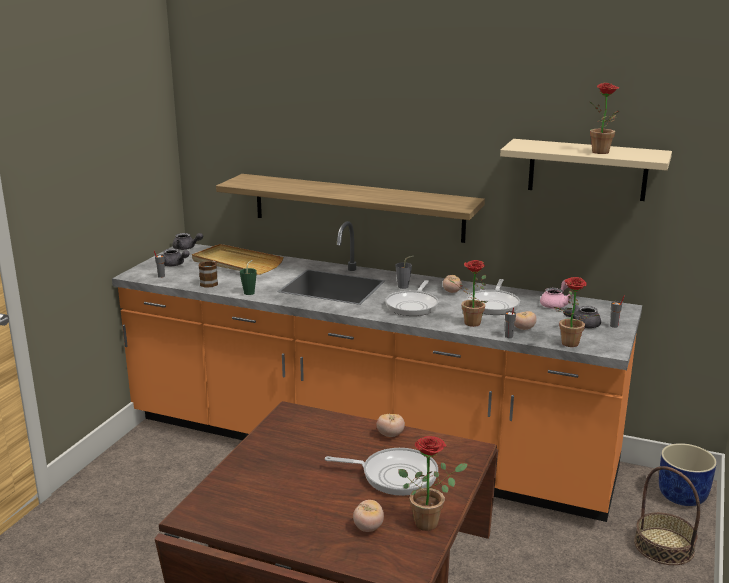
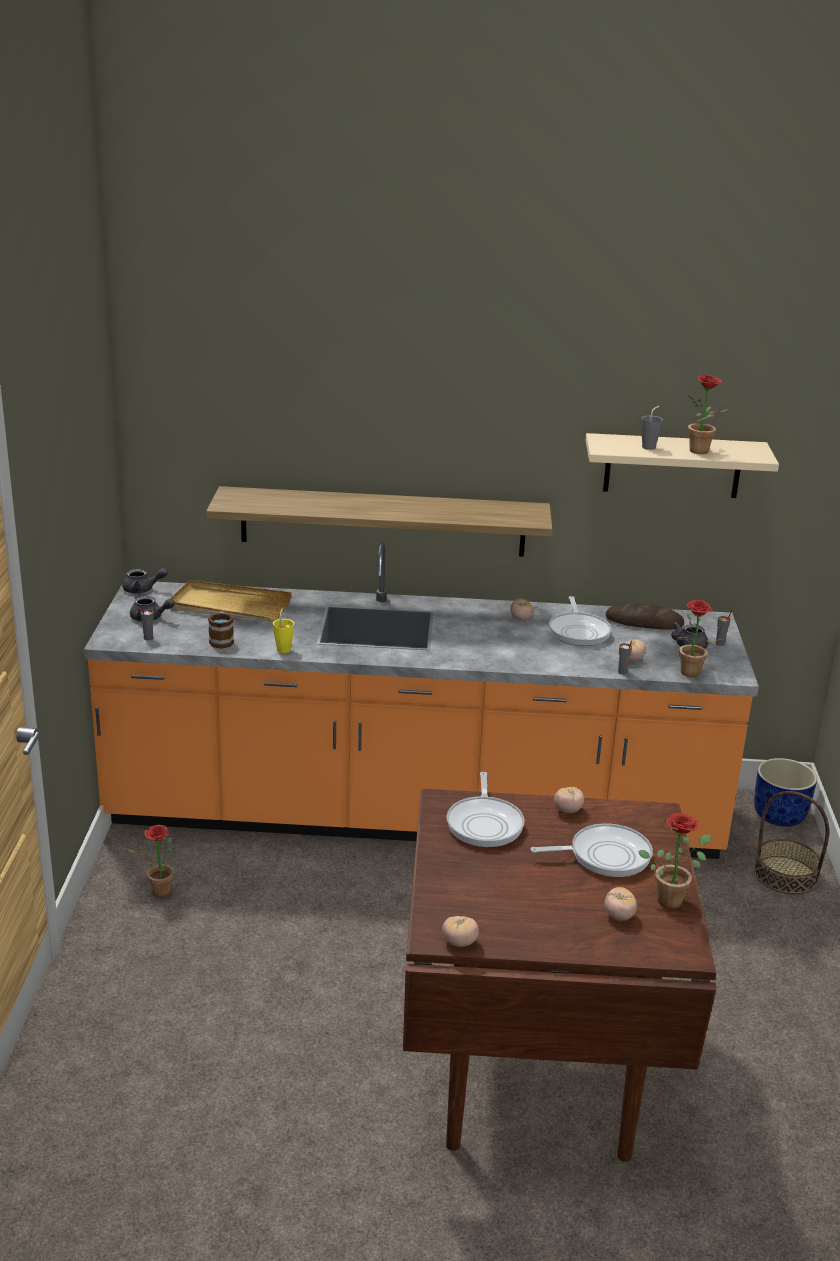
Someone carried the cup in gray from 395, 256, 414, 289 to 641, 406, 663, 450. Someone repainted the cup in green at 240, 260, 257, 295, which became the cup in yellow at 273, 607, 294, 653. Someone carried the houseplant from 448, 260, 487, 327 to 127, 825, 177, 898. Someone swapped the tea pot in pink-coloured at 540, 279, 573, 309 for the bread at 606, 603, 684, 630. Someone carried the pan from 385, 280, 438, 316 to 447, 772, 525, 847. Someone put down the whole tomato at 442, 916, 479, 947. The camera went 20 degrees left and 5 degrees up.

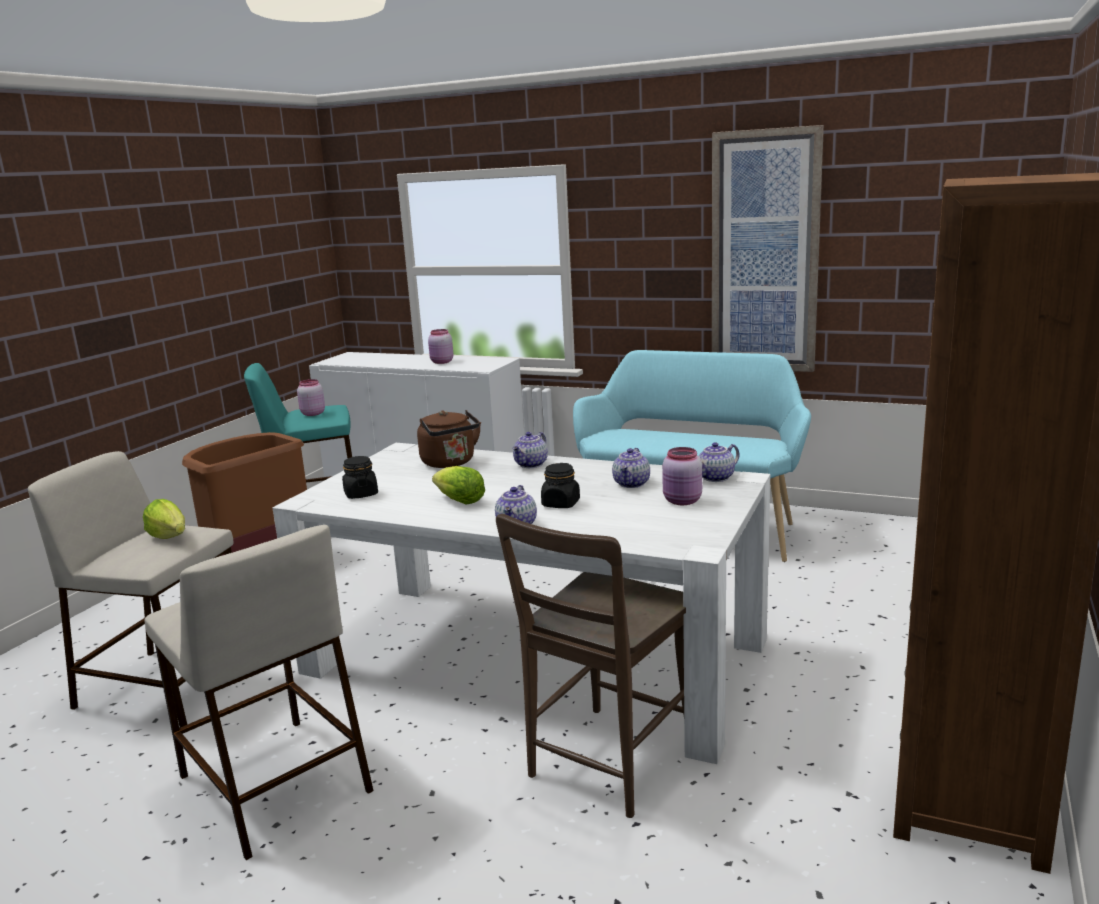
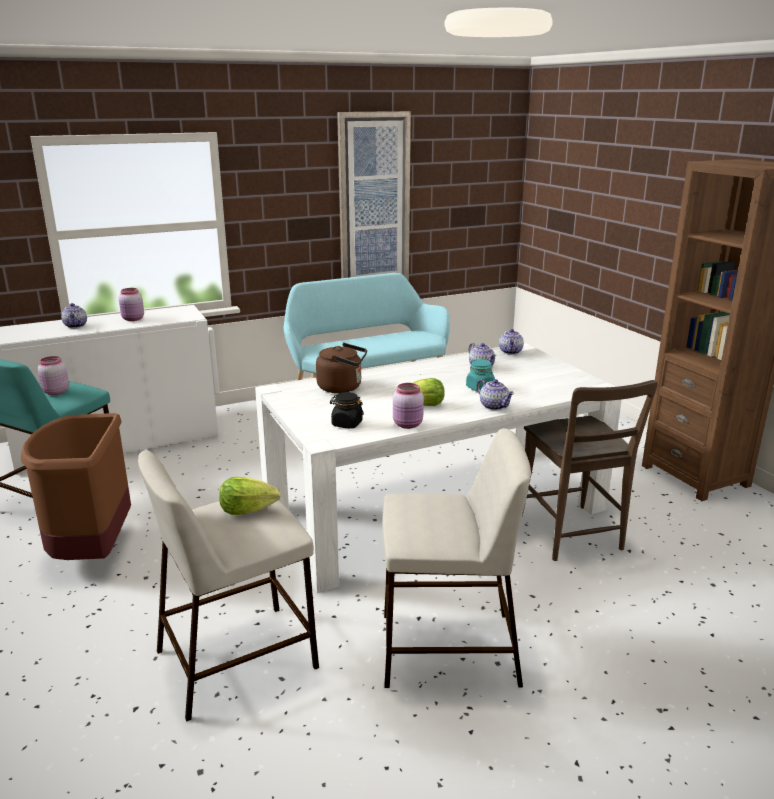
Someone carried the tea pot from 513, 432, 548, 468 to 61, 303, 87, 328. Someone carried the preserve jar in pink-coloured from 662, 447, 702, 505 to 393, 383, 424, 429. Someone repainted the preserve jar in black-coloured at 541, 463, 580, 508, which became the preserve jar in blue-green at 466, 360, 495, 392. The camera went 50 degrees left and 5 degrees up.

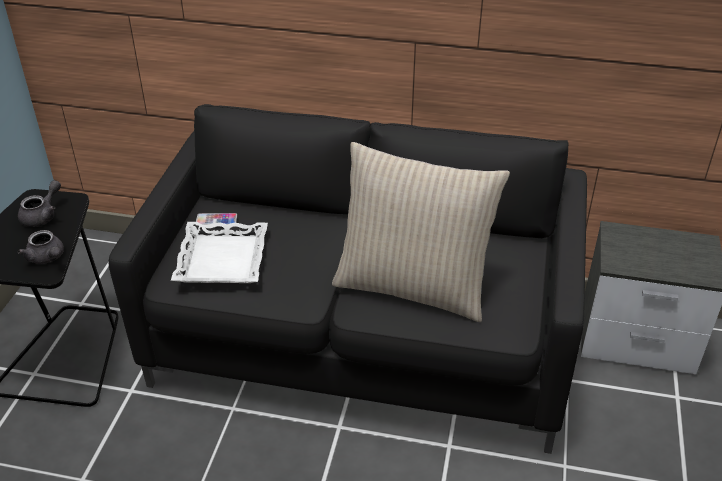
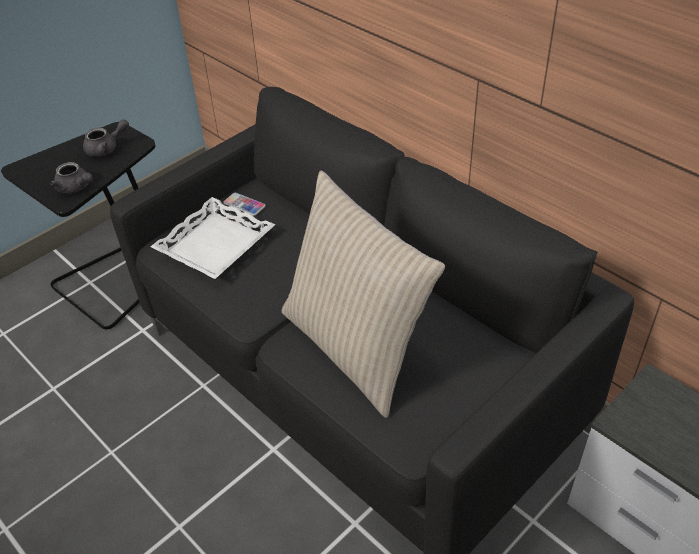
Someone rotated the tea pot in gray at 18, 230, 64, 264 by 45 degrees counterclockwise. The camera went 35 degrees right and 5 degrees up.

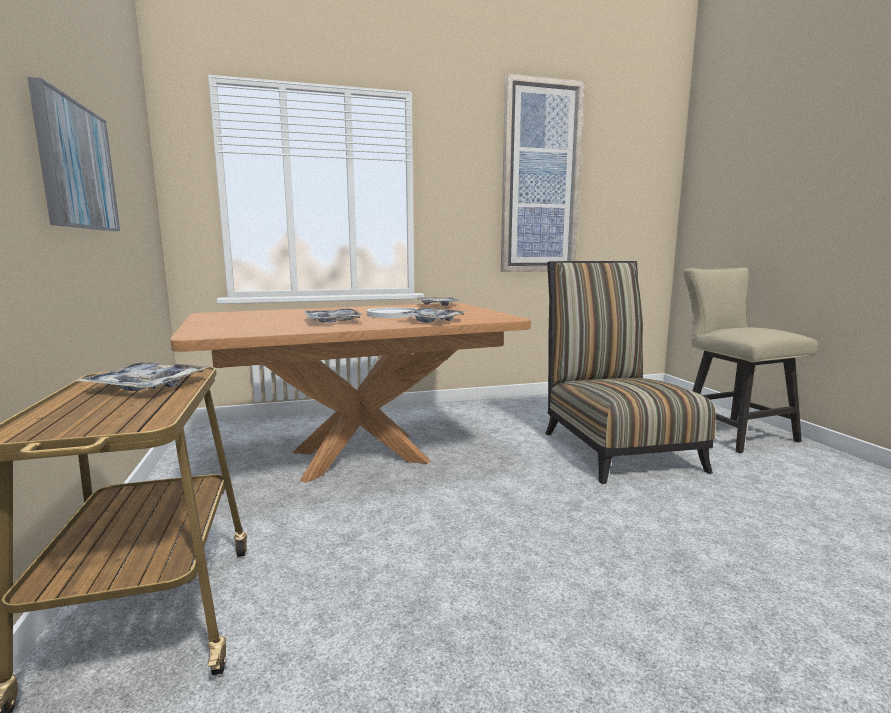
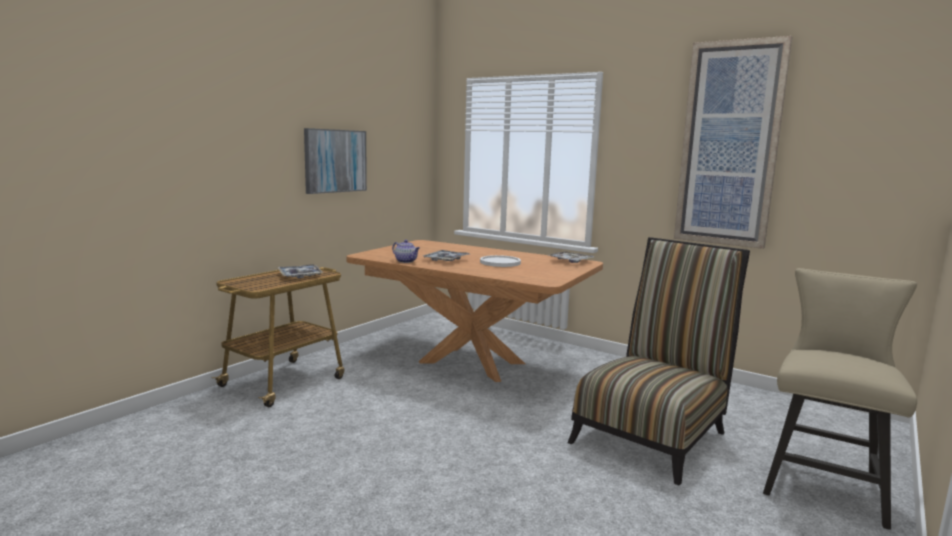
Someone took away the carrying tray at 397, 308, 465, 322. Someone put down the tea pot at 392, 240, 420, 263. The camera went 50 degrees right and 0 degrees up.

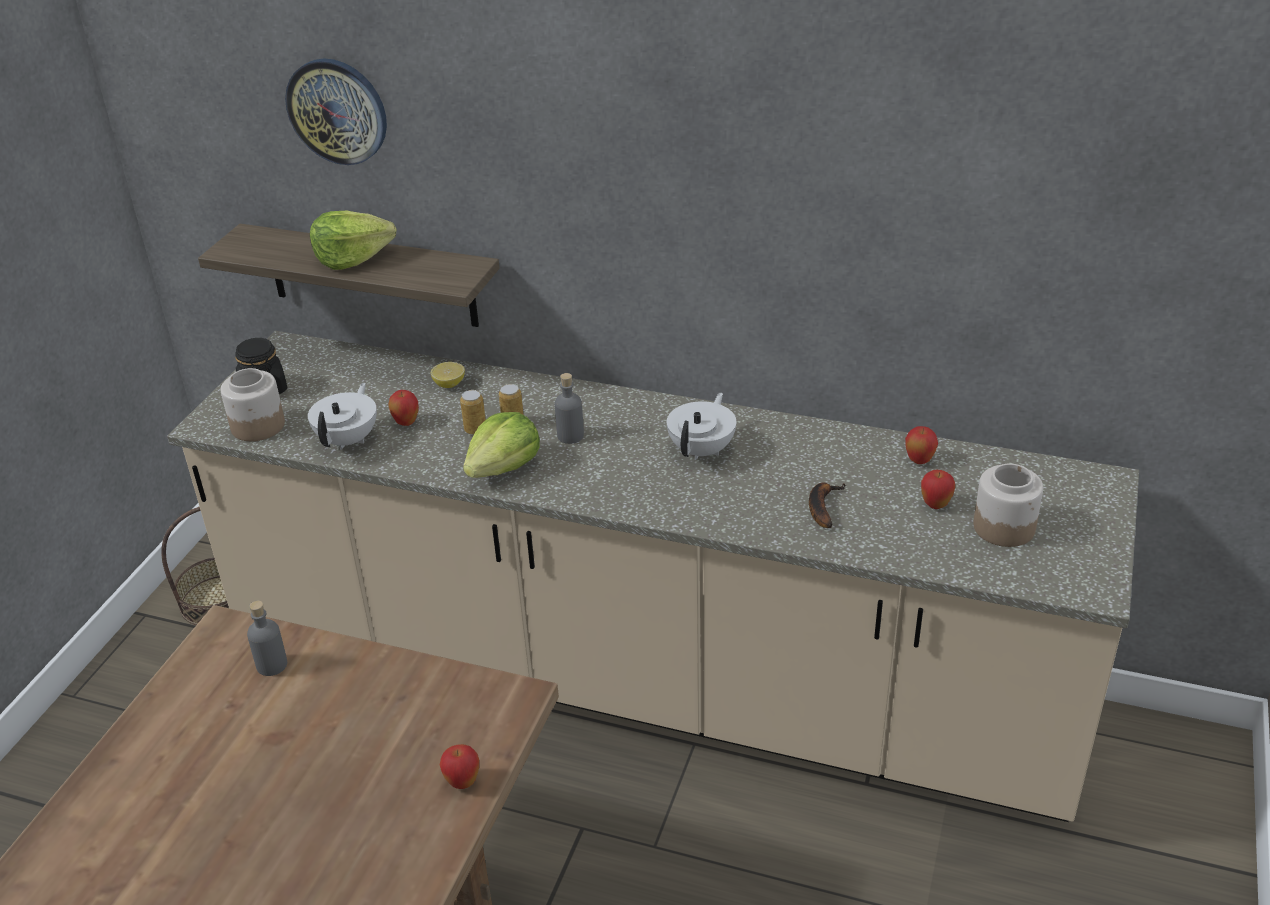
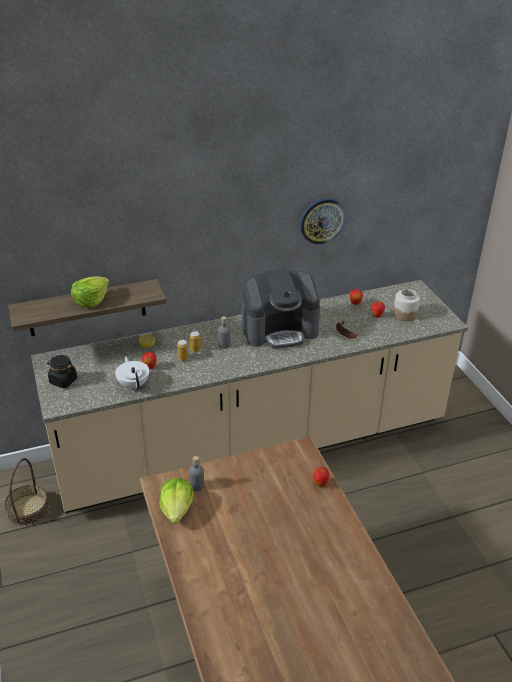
Someone carried the clock on the wall from 285, 58, 387, 165 to 300, 198, 346, 244. Someone took away the preserve jar at 221, 368, 285, 441. Someone swapped the tea pot in white at 667, 393, 736, 460 for the coffee maker at 242, 269, 320, 348. Someone carried the lettuce head from 463, 412, 540, 478 to 160, 478, 194, 524. The camera went 40 degrees left and 0 degrees up.

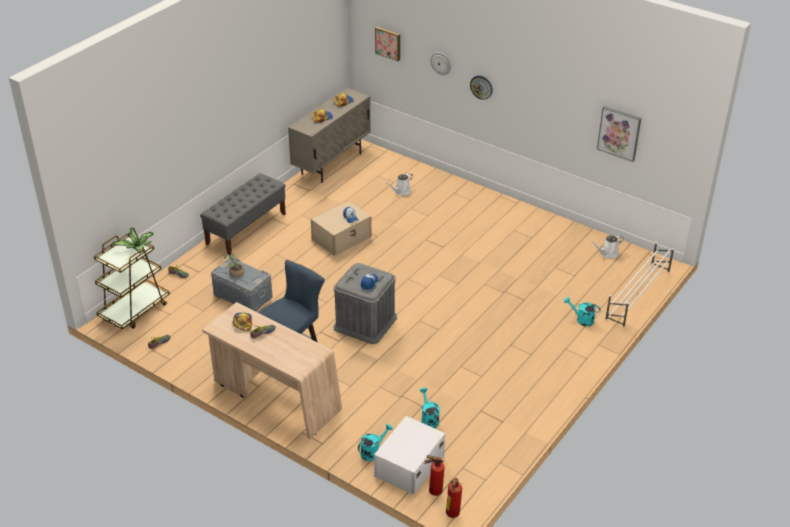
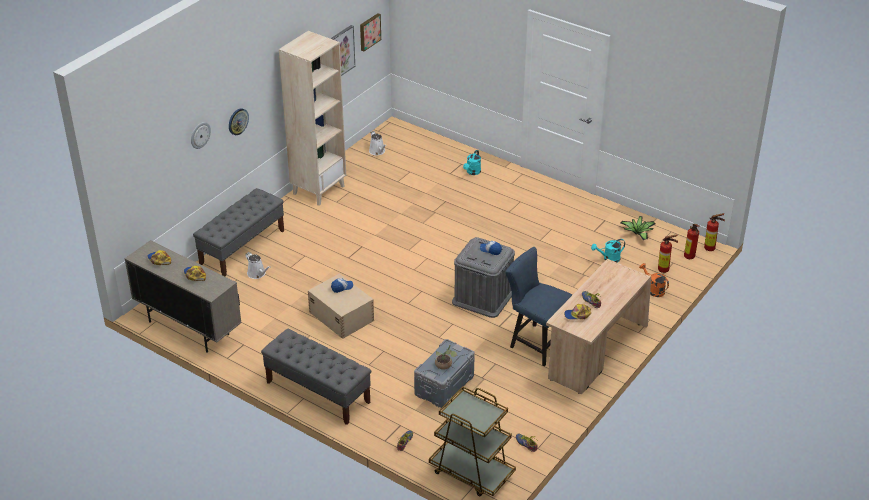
Someone carried the picture from 375, 27, 400, 61 to 360, 13, 381, 52. Someone carried the houseplant from 113, 228, 154, 254 to 620, 216, 656, 240. Someone took away the shoe stand in white at 605, 242, 674, 328. Someone swapped the storage container in white at 374, 416, 445, 495 for the fire-fighting cylinder at 658, 234, 678, 273. Someone repainted the sprinkling can in blue-green at 358, 424, 393, 461, which became the sprinkling can in orangey at 639, 263, 669, 297. Someone put down the shelving unit in beige at 279, 31, 346, 206. Someone put down the indoor bench in gray at 193, 188, 284, 276. The camera went 90 degrees left and 0 degrees up.

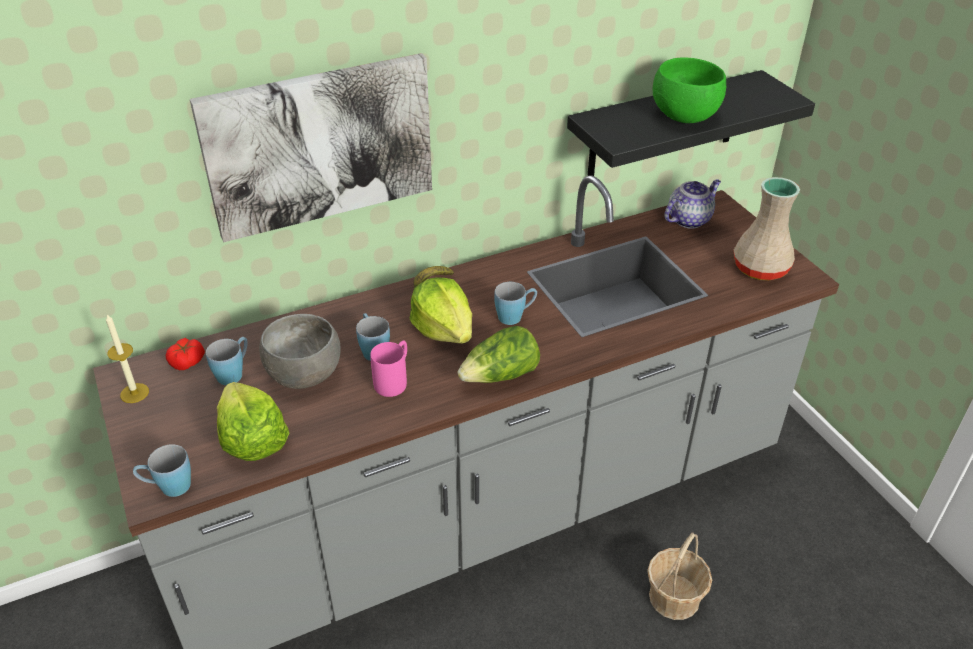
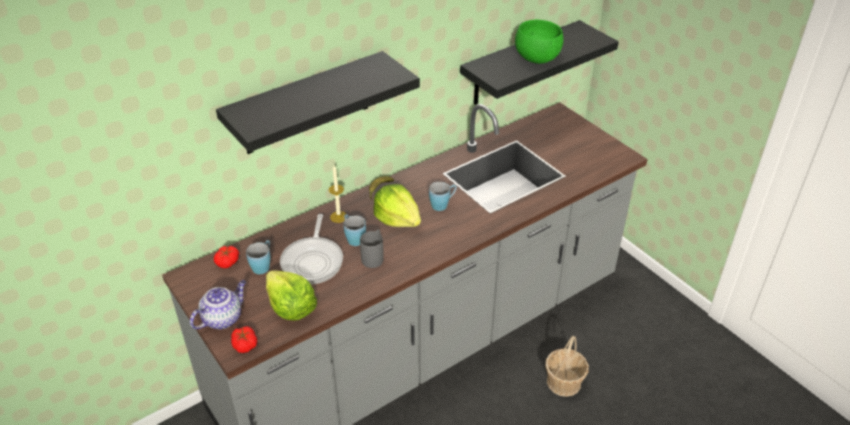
Someone swapped the picture at 190, 53, 432, 242 for the wall shelf in black-coloured at 216, 51, 420, 154. Someone took away the decorative vase in beige at 734, 177, 800, 281. Someone carried the tea pot from 664, 179, 721, 229 to 190, 280, 246, 329. Someone carried the wax candle from 106, 314, 149, 403 to 329, 166, 346, 223. Someone swapped the deep dish in gray at 259, 314, 341, 389 for the pan at 280, 214, 343, 284. Someone took away the lettuce head at 457, 326, 540, 383. Someone repainted the coffee mug in pink-coloured at 370, 341, 407, 397, which became the coffee mug in gray at 360, 229, 384, 268. Someone swapped the coffee mug in blue-coloured at 133, 444, 191, 497 for the whole tomato at 231, 326, 257, 353. The camera went 10 degrees left and 0 degrees up.

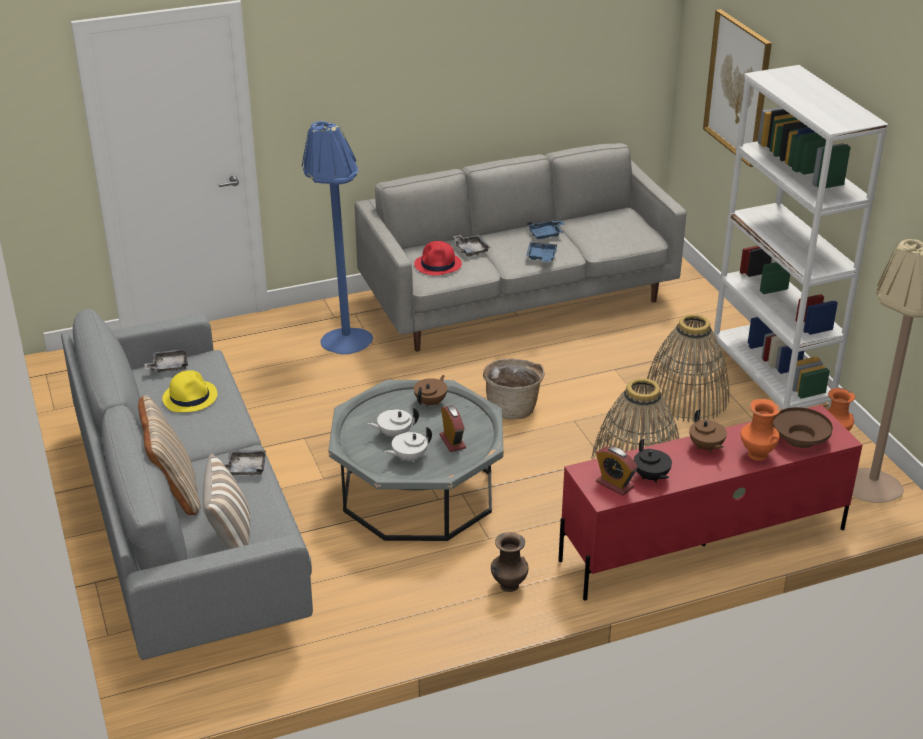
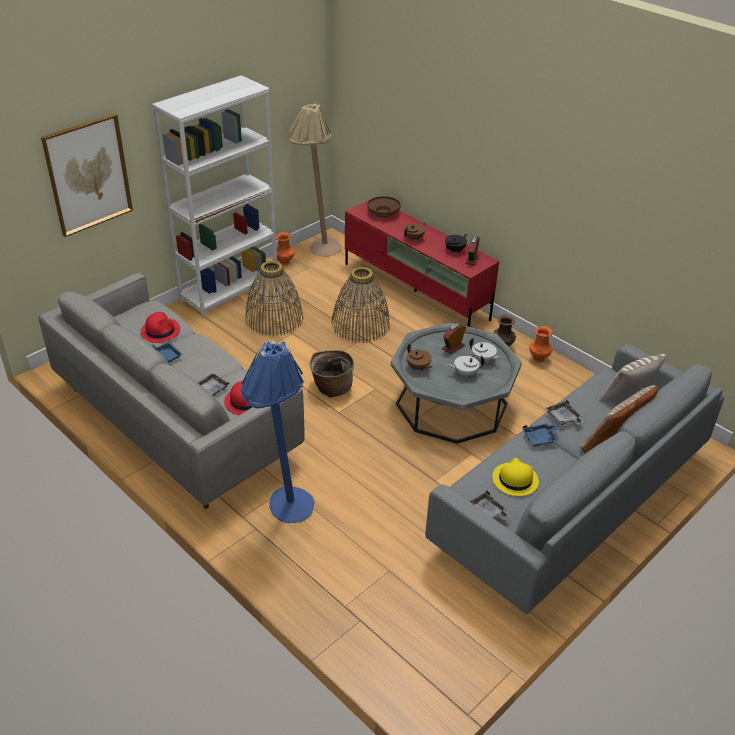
Someone carried the carrying tray in blue-coloured from 526, 242, 557, 262 to 523, 423, 559, 447. Someone rotated the tea pot in brownish at 414, 375, 447, 407 by 135 degrees counterclockwise. Someone carried the decorative vase in orangey from 740, 399, 780, 461 to 529, 326, 553, 363. Someone rotated the tea pot in white at 368, 407, 419, 437 by 120 degrees clockwise. Someone put down the hat in reddish at 141, 312, 180, 343. The camera went 115 degrees left and 5 degrees up.

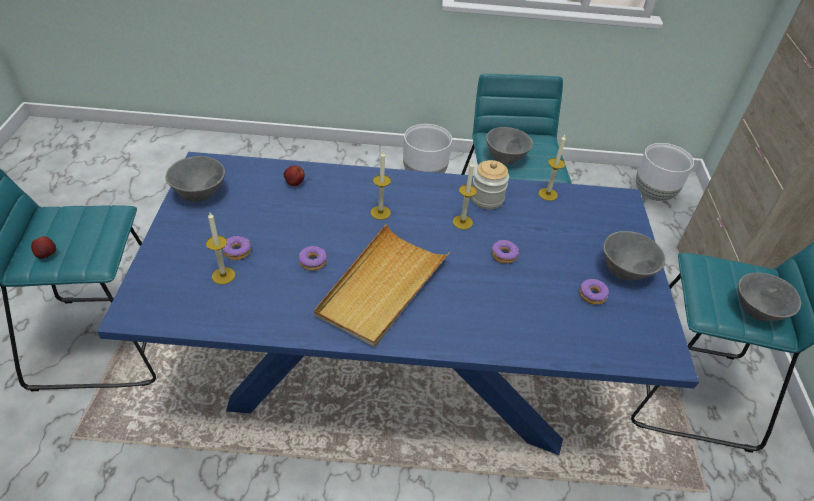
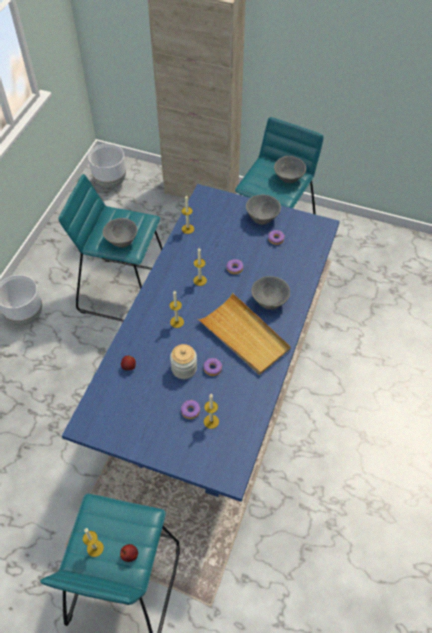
Someone carried the deep dish in gray from 166, 156, 225, 202 to 251, 276, 290, 310. Someone carried the preserve jar from 471, 160, 509, 210 to 170, 344, 197, 379. Someone put down the wax candle at 83, 528, 104, 557. The camera went 70 degrees left and 10 degrees up.

